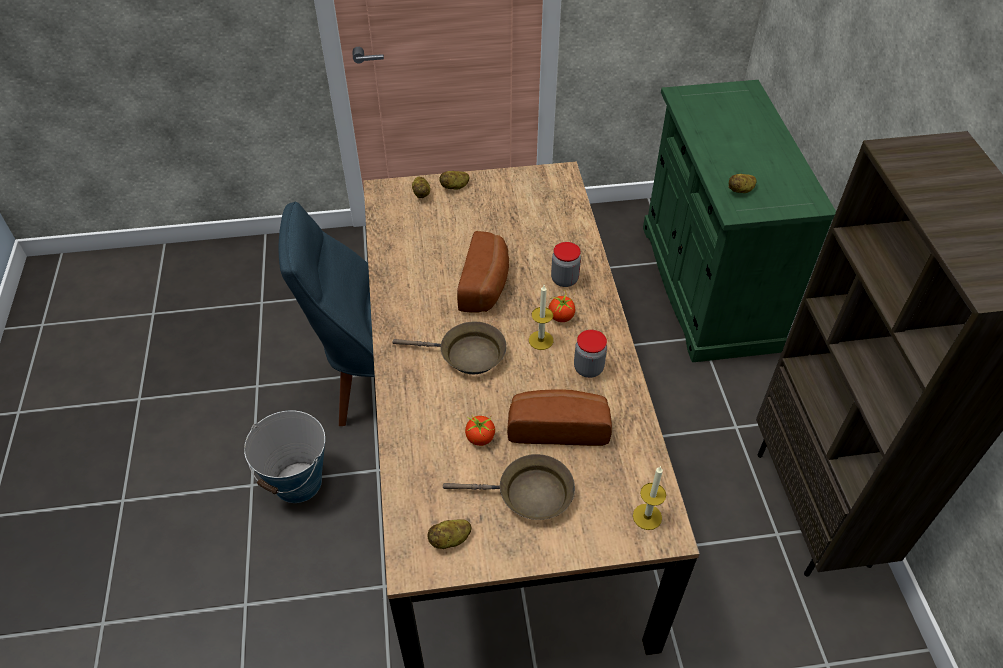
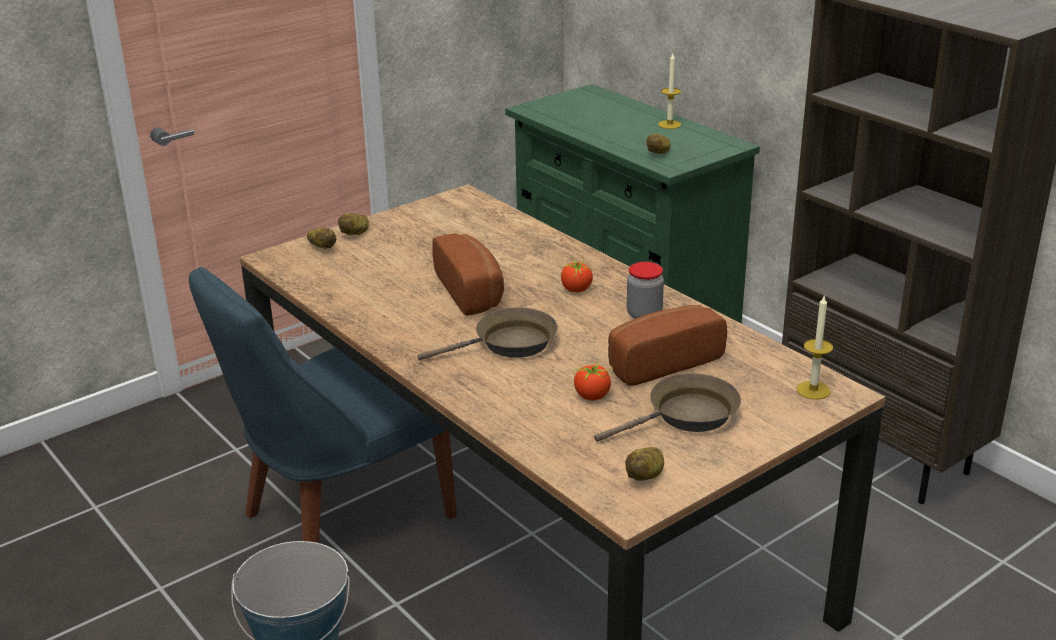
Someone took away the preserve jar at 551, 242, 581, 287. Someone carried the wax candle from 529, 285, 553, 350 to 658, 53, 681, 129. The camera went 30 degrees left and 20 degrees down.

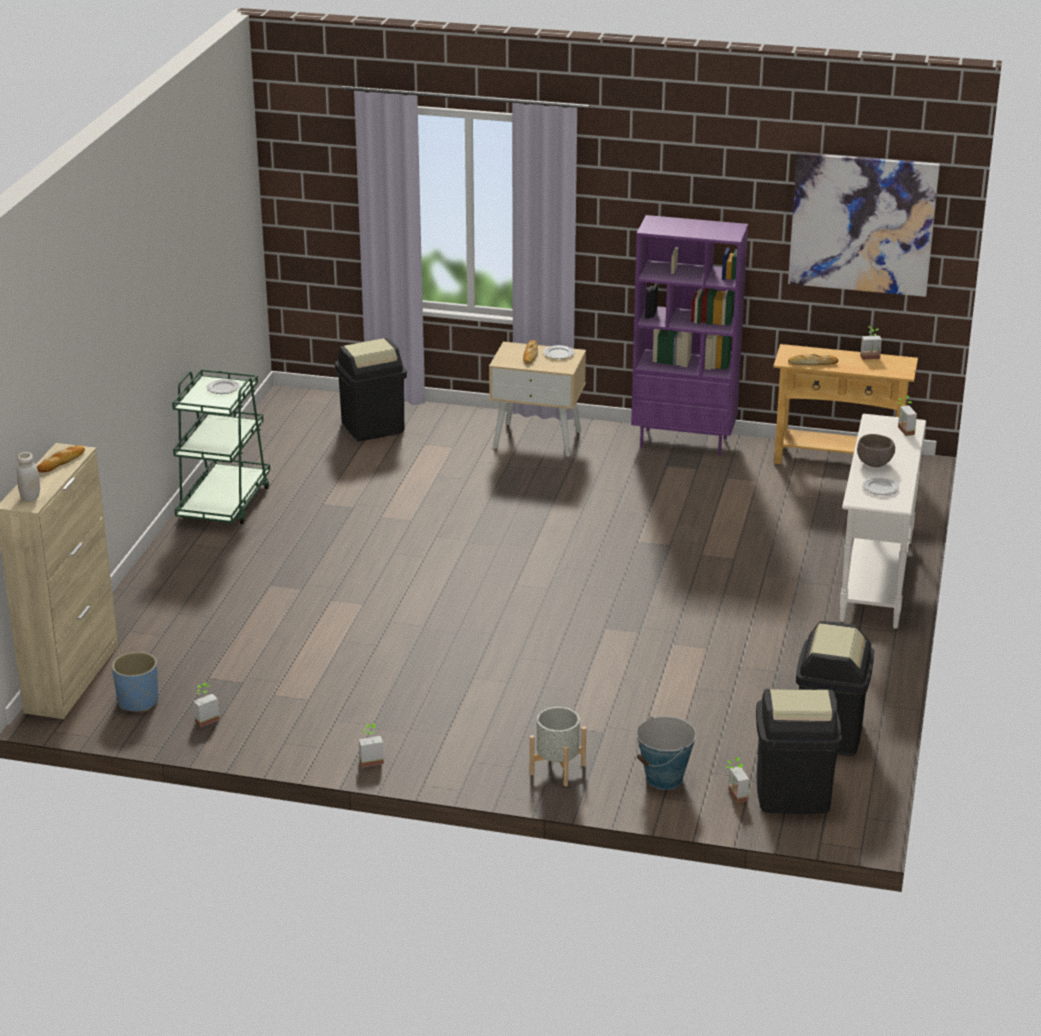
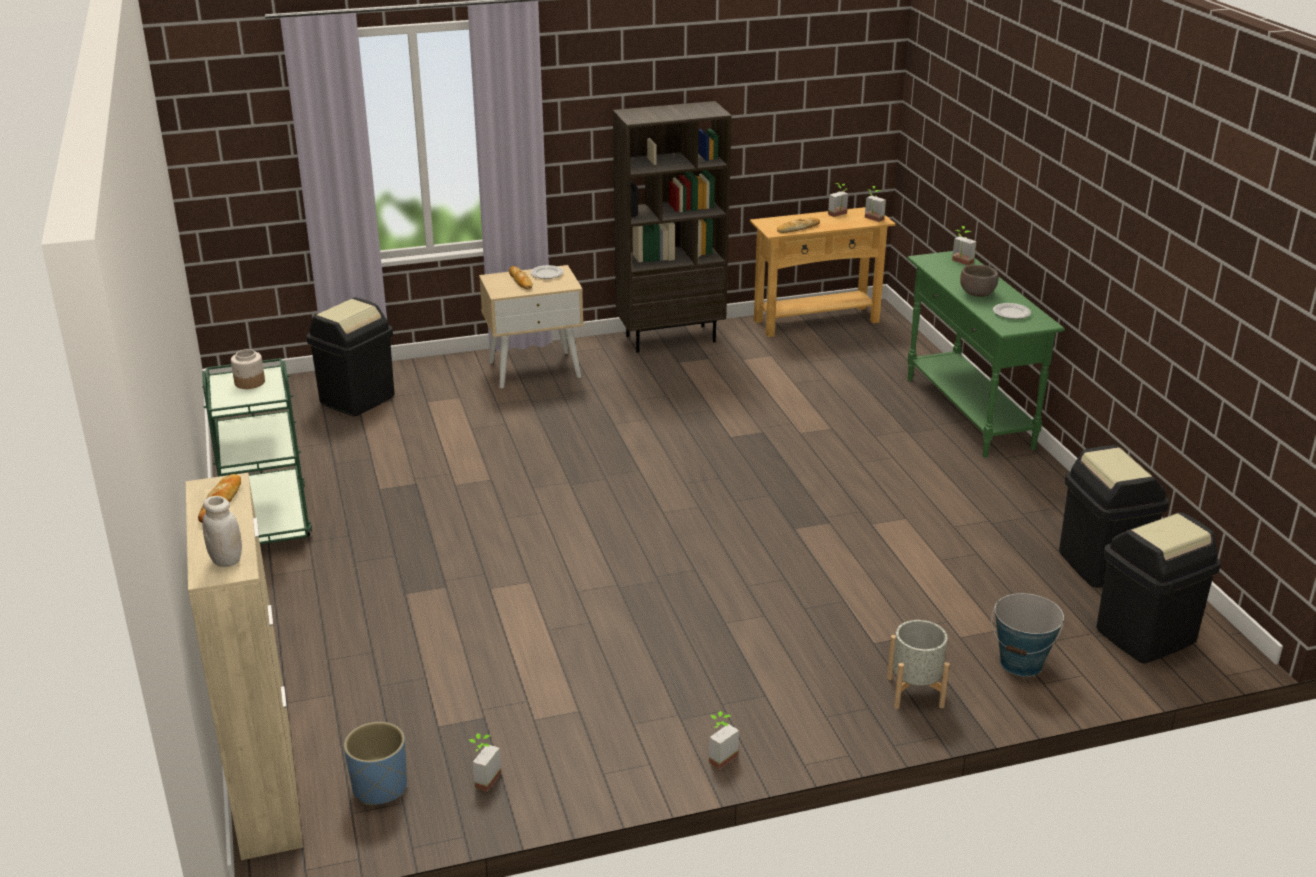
Someone took away the picture at 788, 152, 940, 297. Someone repainted the shelving unit in purplish at 631, 215, 748, 456, which became the shelving unit in brownish at 613, 101, 732, 353. Someone swapped the dinner plate at 207, 379, 240, 394 for the preserve jar at 231, 349, 265, 389. Someone repainted the narrow table in white at 839, 414, 926, 629, which became the narrow table in green at 907, 251, 1065, 458. Someone carried the houseplant from 726, 757, 749, 803 to 865, 186, 886, 222. The camera went 30 degrees left and 0 degrees up.

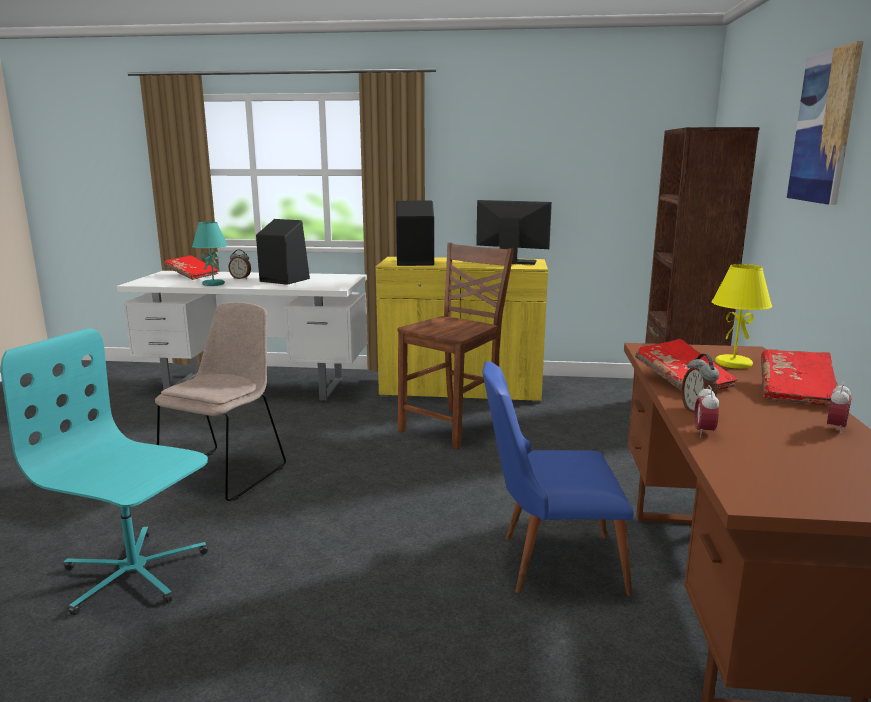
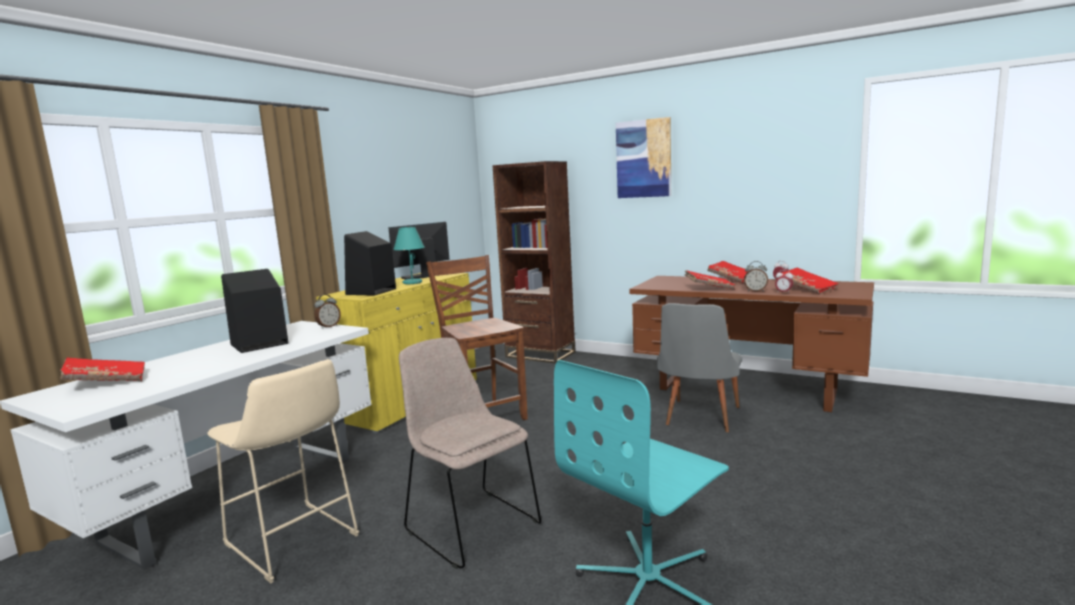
Someone carried the tabletop lamp in blue-green from 192, 222, 228, 286 to 393, 227, 425, 284. Someone carried the bedside clock from 228, 249, 251, 279 to 314, 294, 341, 329. Someone took away the tabletop lamp in yellow at 711, 264, 772, 369. Someone repainted the chair in blue-coloured at 482, 361, 634, 596, which became the chair in gray at 657, 303, 742, 432. Someone put down the volume in reddish at 780, 268, 839, 294. Someone put down the stool seat in beige at 207, 359, 359, 583. The camera went 65 degrees left and 5 degrees down.

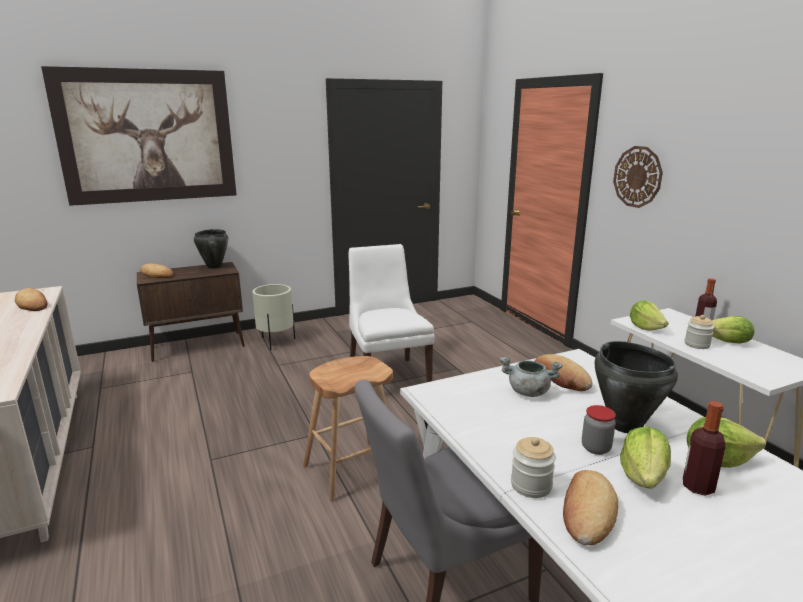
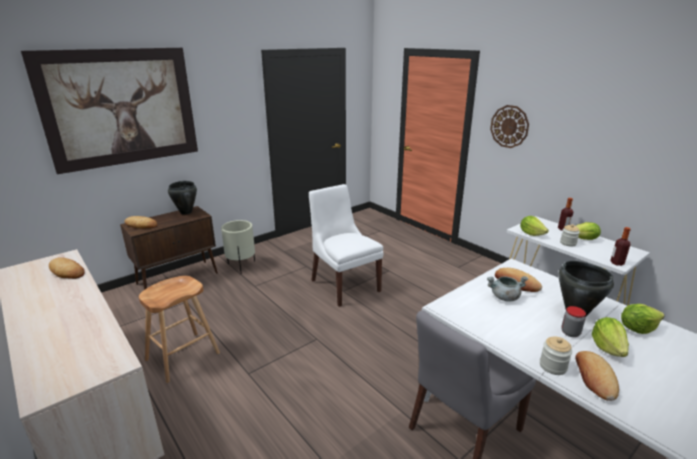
Someone carried the stool seat in brownish from 303, 356, 393, 502 to 139, 276, 220, 383. Someone carried the beverage bottle from 683, 401, 726, 496 to 610, 227, 631, 266. The camera went 15 degrees left and 5 degrees up.

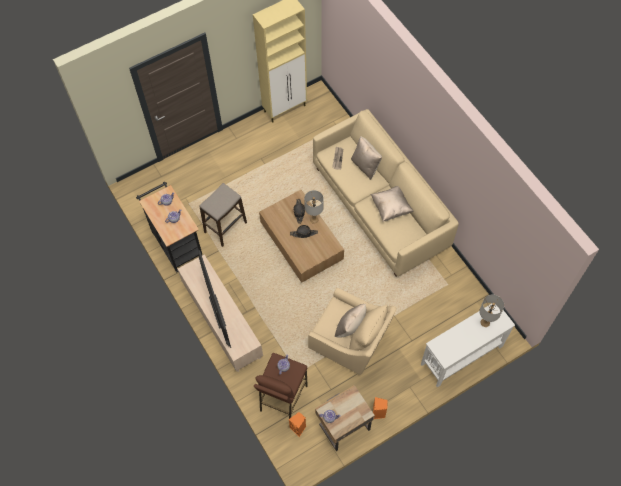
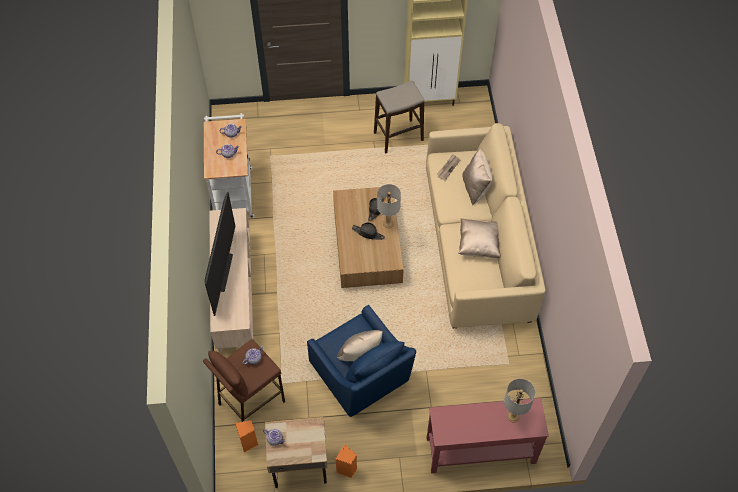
Someone repainted the trolley in black-coloured at 136, 182, 202, 272, which became the trolley in white at 204, 113, 255, 218. Someone carried the stool seat from 200, 183, 247, 247 to 374, 80, 424, 154. Someone repainted the lounge chair in beige at 308, 288, 397, 375, which became the lounge chair in blue-coloured at 307, 305, 416, 417. Someone repainted the narrow table in white at 421, 304, 515, 387, which became the narrow table in reddish at 427, 398, 549, 473. The camera went 25 degrees right and 5 degrees down.

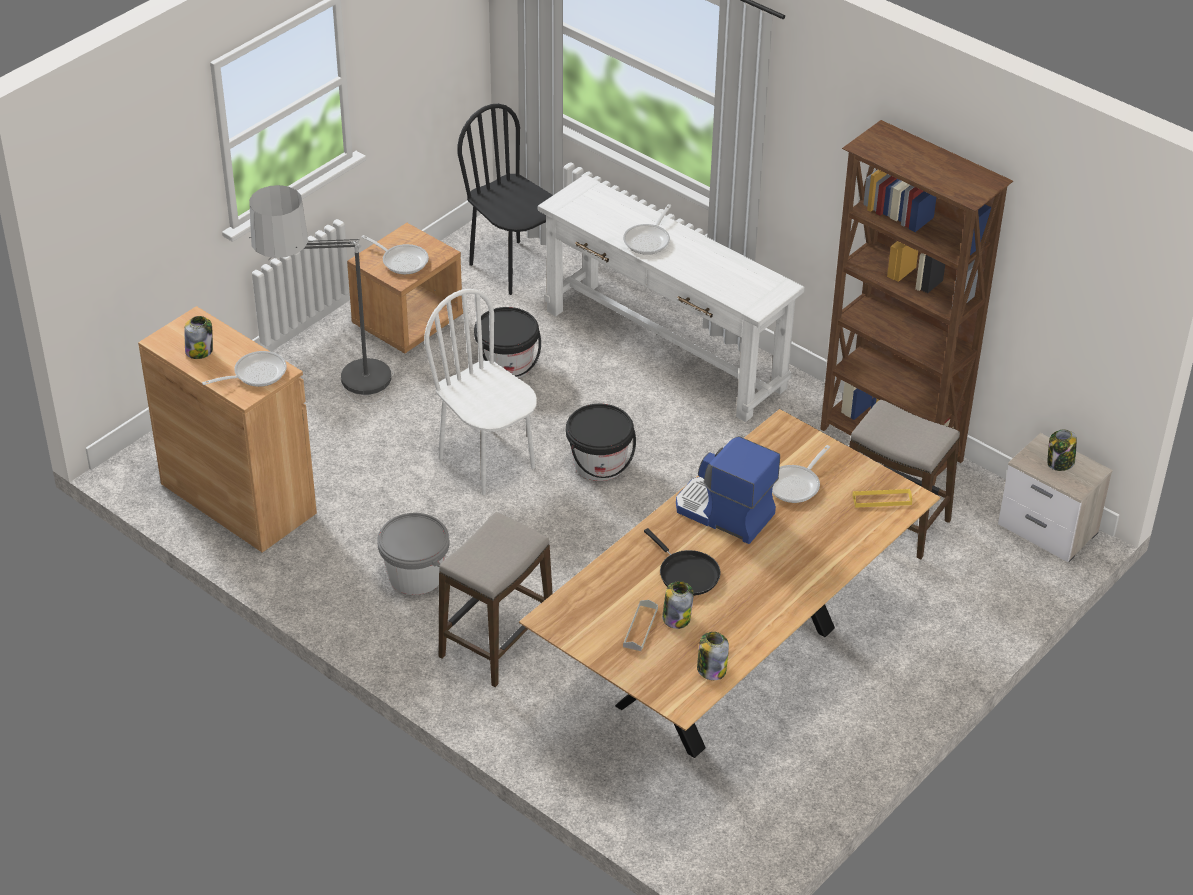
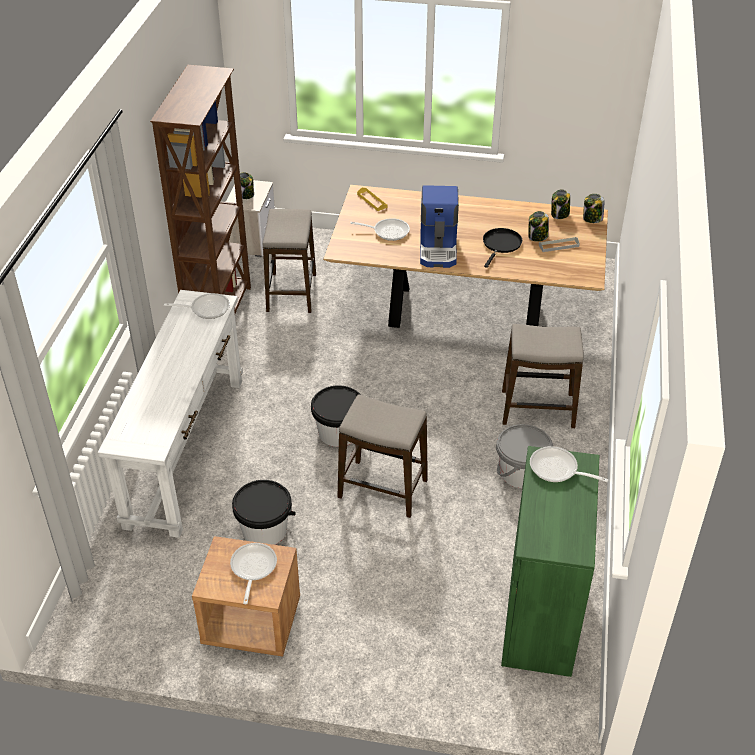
Someone took away the chair in black-coloured at 457, 104, 553, 295. Someone took away the floor lamp at 249, 185, 394, 404. Someone carried the pan from 623, 204, 671, 255 to 164, 293, 230, 319. Someone swapped the chair in white at 424, 289, 537, 495 for the stool seat at 338, 394, 428, 518. Someone repainted the storage cabinet in brownish at 138, 306, 317, 553, which became the storage cabinet in green at 501, 446, 599, 677. Someone carried the preserve jar from 184, 316, 213, 359 to 583, 194, 604, 223. The camera went 120 degrees left and 0 degrees up.

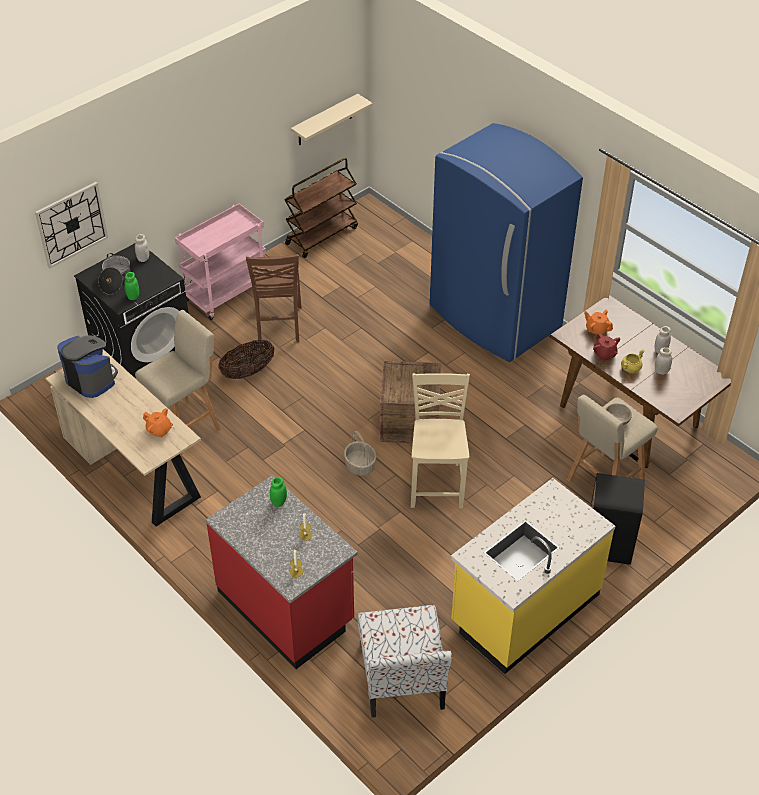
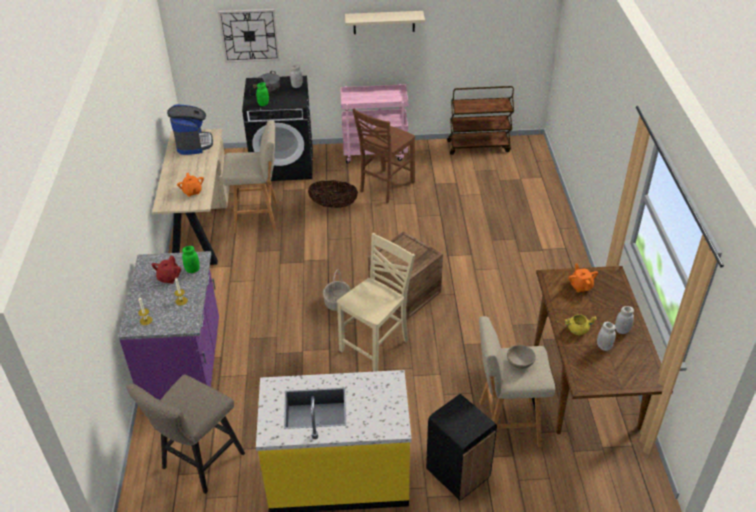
Someone carried the wall shelf in beige from 291, 94, 373, 145 to 345, 11, 425, 34. Someone took away the kitchen fridge in blue-coloured at 430, 123, 583, 362. Someone carried the tea pot in reddish from 593, 333, 620, 361 to 152, 256, 181, 284. Someone repainted the kitchen base unit in reddish at 206, 476, 358, 669, which became the kitchen base unit in purplish at 118, 251, 219, 400. Someone swapped the chair at 358, 605, 452, 718 for the stool seat in beige at 126, 375, 245, 494. The camera went 40 degrees right and 5 degrees down.

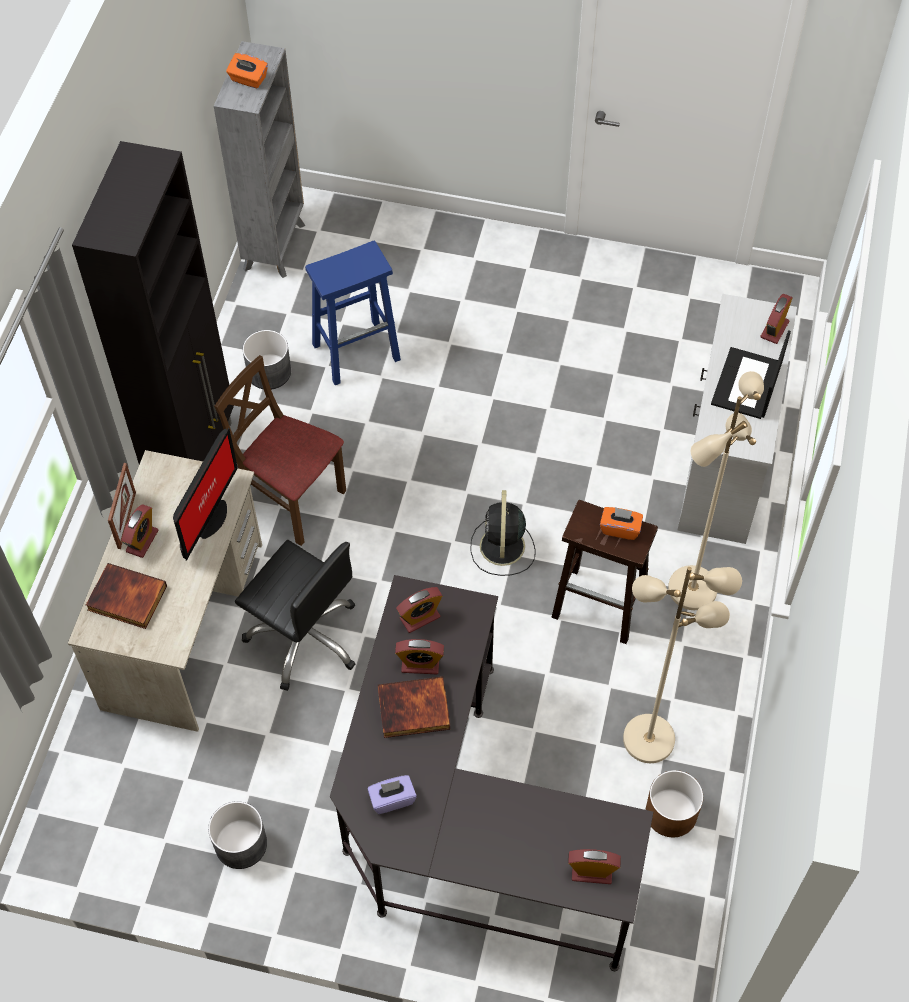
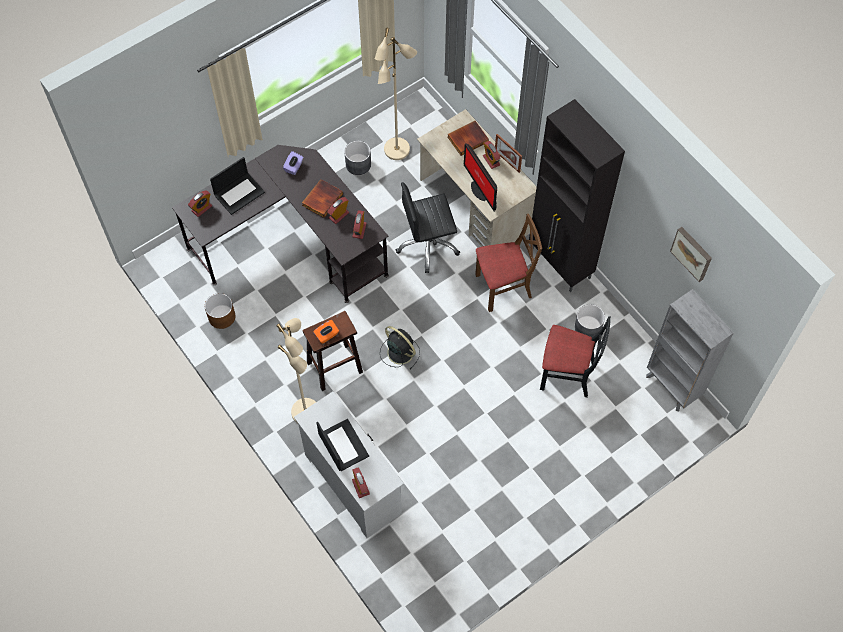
Someone took away the tissue box in orangey at 226, 53, 268, 88. Someone swapped the stool seat in blue-coloured at 305, 241, 401, 385 for the chair in black-coloured at 540, 316, 611, 398. Someone carried the floor lamp in beige from 623, 567, 742, 763 to 375, 27, 417, 160. Someone put down the portable computer at 210, 157, 265, 215. Someone put up the picture at 670, 227, 712, 282. The camera went 130 degrees right and 5 degrees up.

